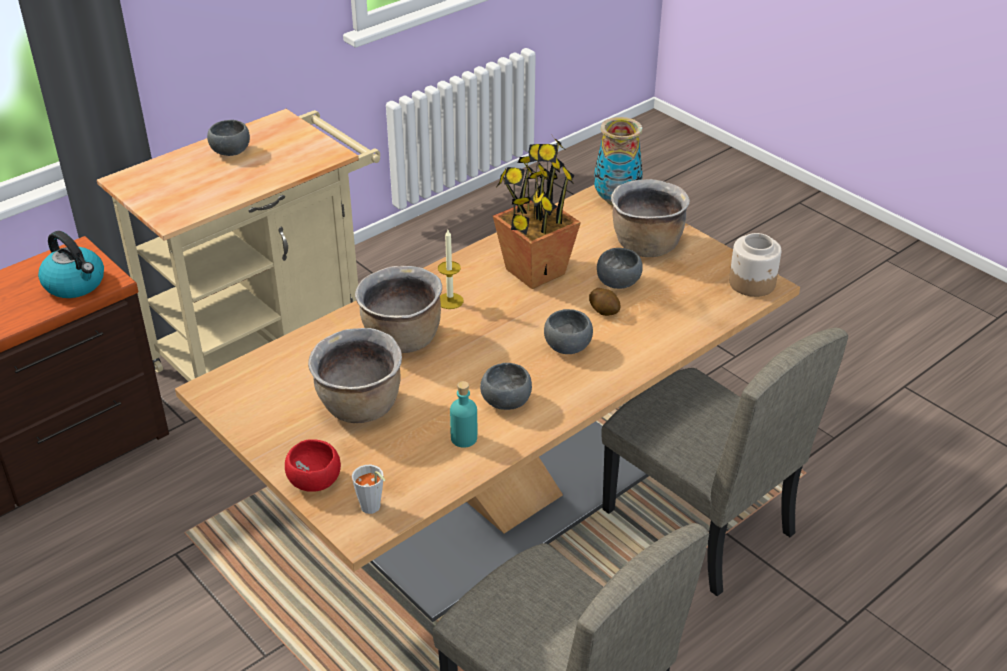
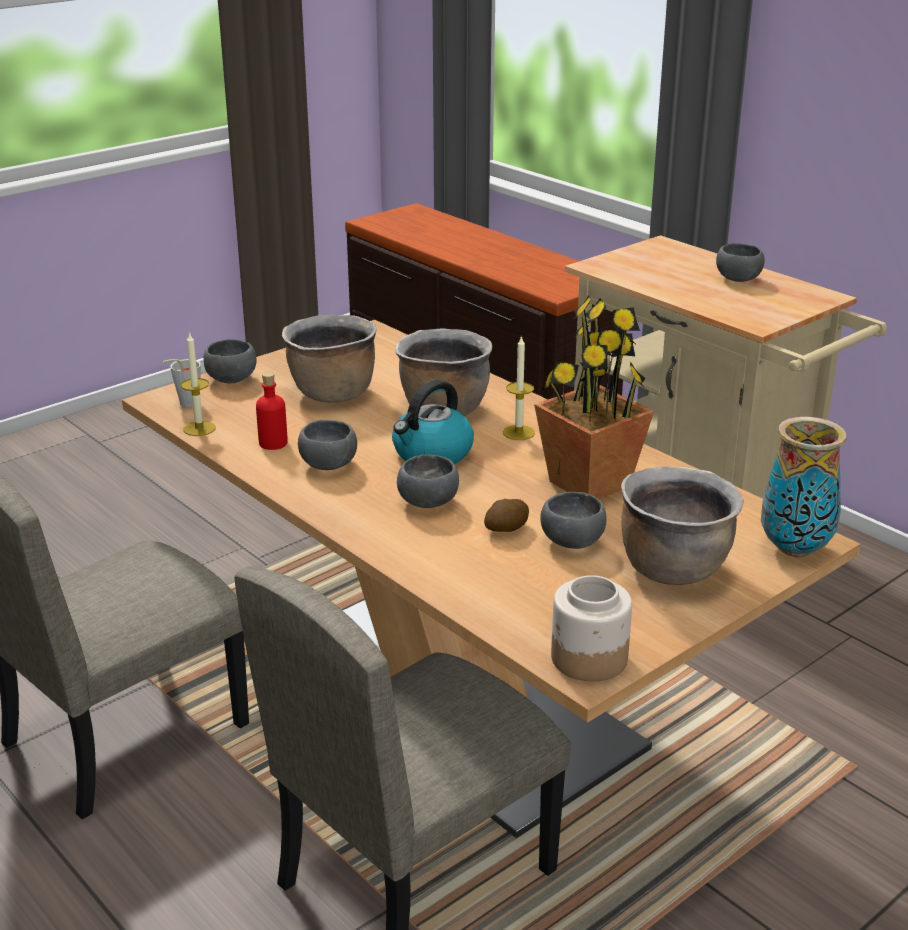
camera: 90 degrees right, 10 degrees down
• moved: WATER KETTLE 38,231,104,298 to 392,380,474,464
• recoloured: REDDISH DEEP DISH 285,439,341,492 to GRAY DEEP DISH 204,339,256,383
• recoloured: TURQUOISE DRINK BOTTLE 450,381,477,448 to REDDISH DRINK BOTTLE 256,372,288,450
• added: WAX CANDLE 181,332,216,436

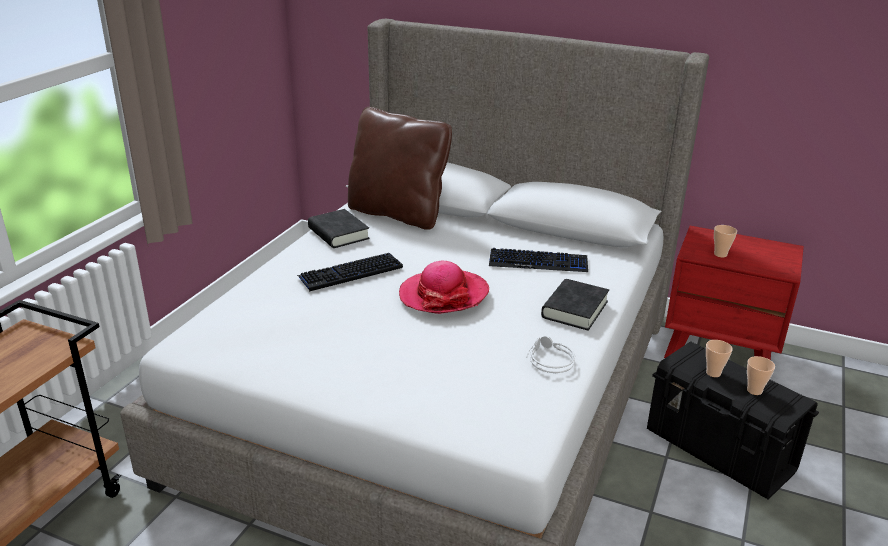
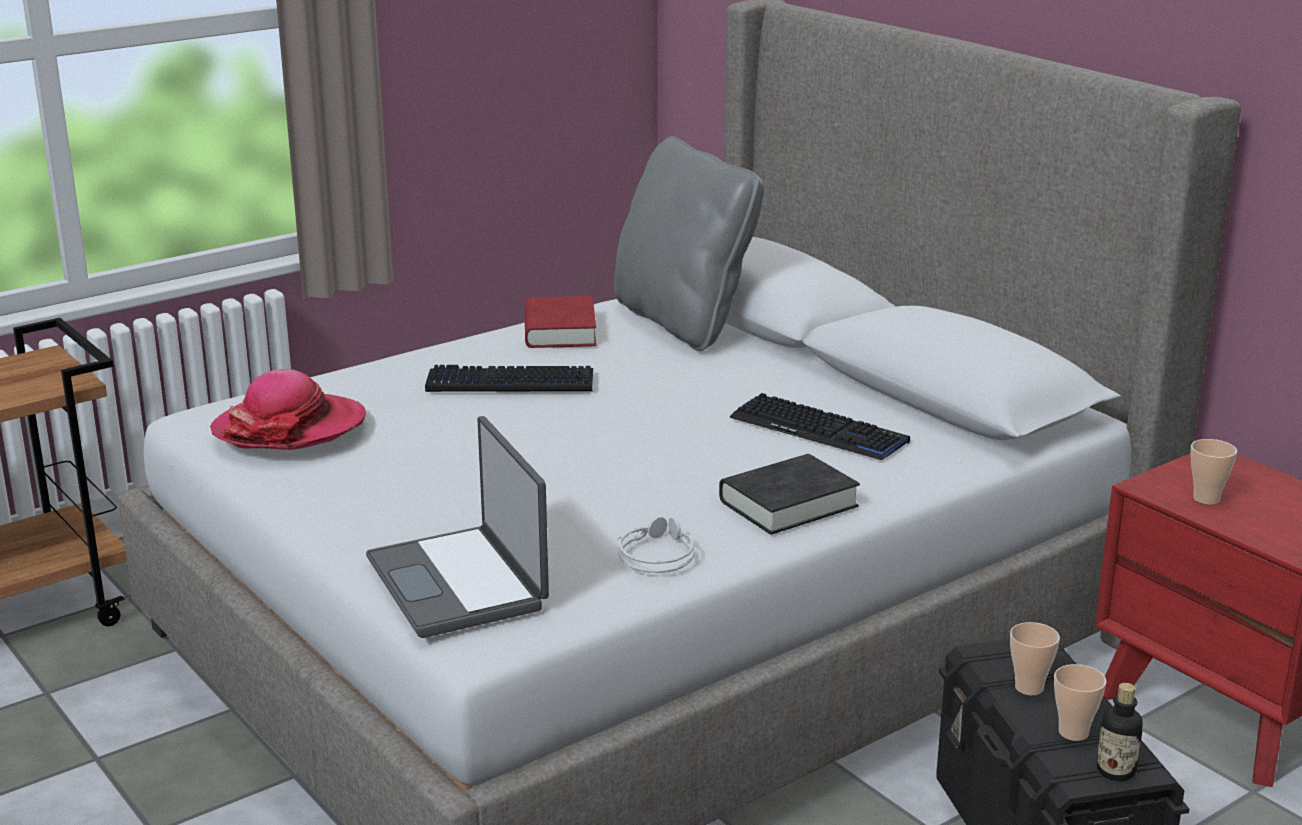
camera: 30 degrees right, 5 degrees down
• recoloured: BLACKISH VOLUME 308,209,370,248 to REDDISH VOLUME 525,296,596,348
• recoloured: BROWN PILLOW 348,107,452,230 to GRAY PILLOW 614,136,764,351
• moved: WEARABLE HAT 399,261,489,314 to 210,369,366,450
• added: LAPTOP 366,416,549,638
• added: DRINK BOTTLE 1097,683,1143,781

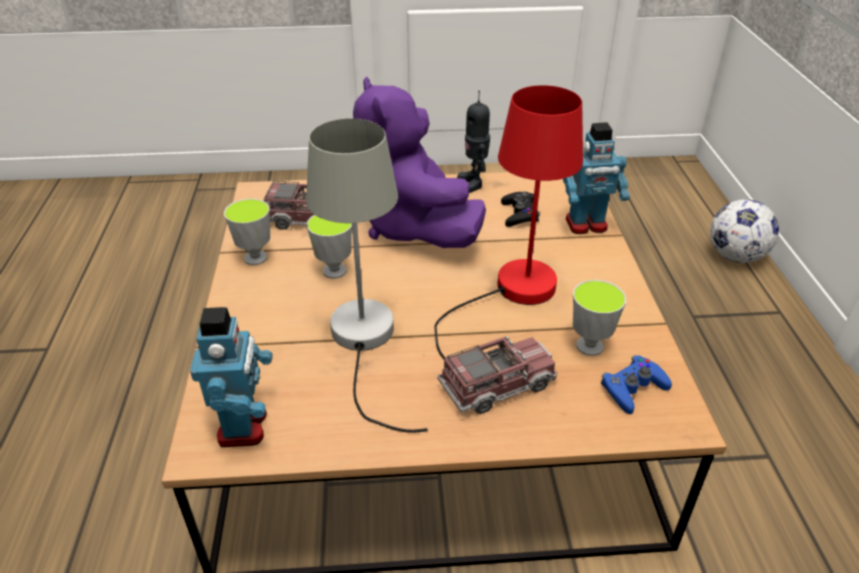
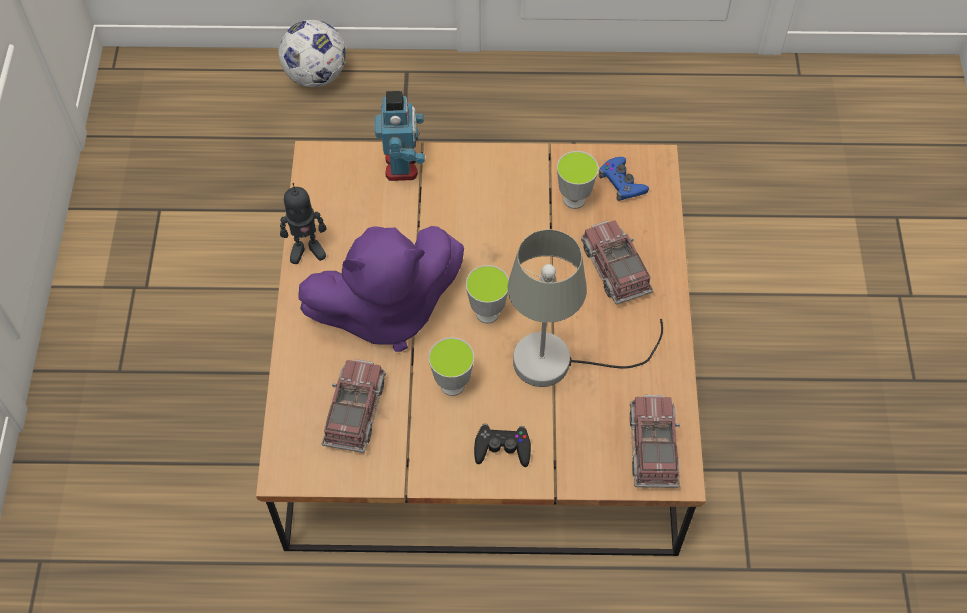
camera: 85 degrees left, 20 degrees up
• replaced: MODEL ROBOT 190,307,273,447 to MODEL TRUCK 630,395,680,488
• moved: CUP 224,198,270,265 to 466,265,509,324
• removed: REDDISH TABLE LAMP 434,85,583,359
• moved: BLACKISH JOYPAD 501,192,540,227 to 474,424,531,467

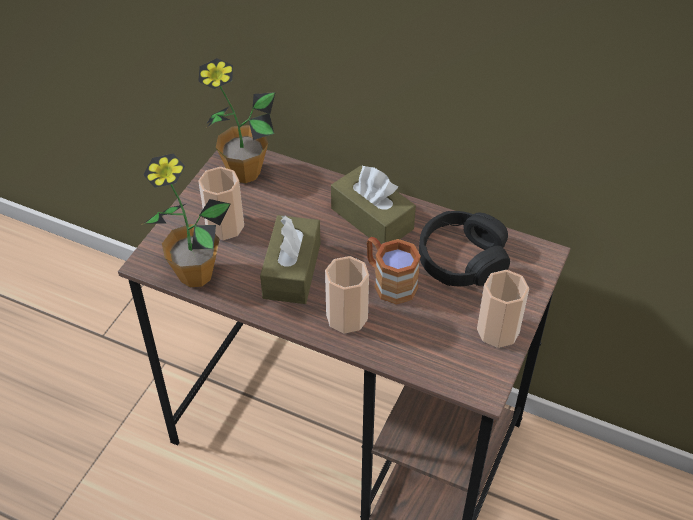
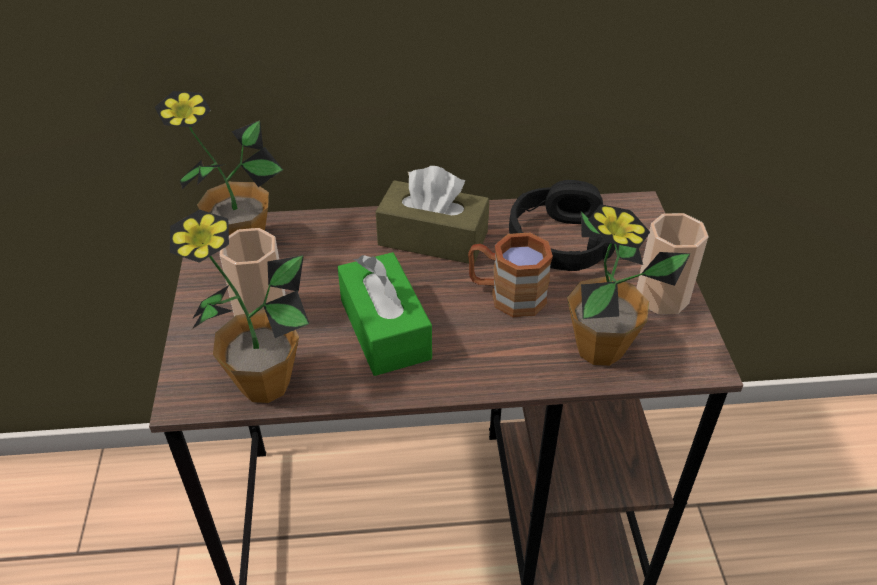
camera: 30 degrees left, 5 degrees down
• recoloured: BROWN TISSUE HOLDER 260,215,321,304 to GREEN TISSUE HOLDER 337,252,432,376
• removed: CUP 325,256,369,333
• added: HOUSEPLANT 567,204,690,366

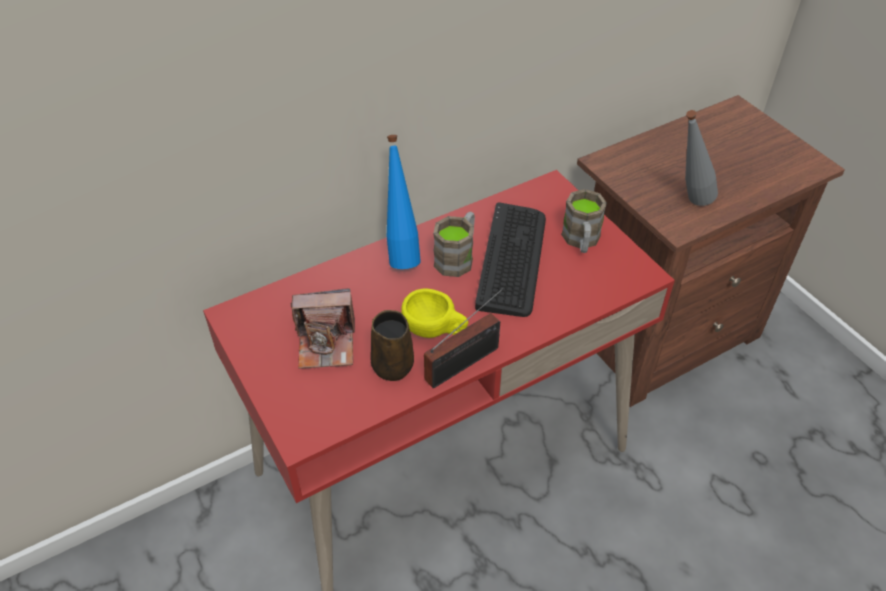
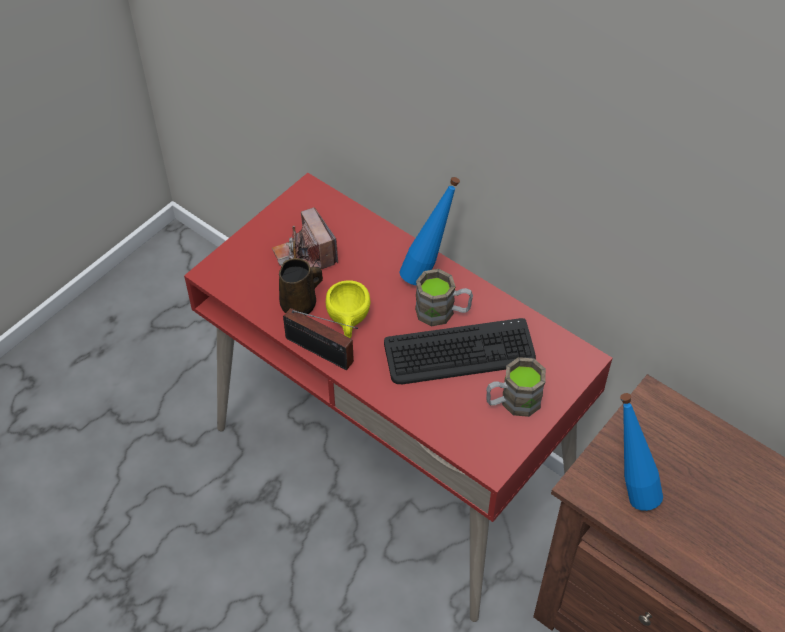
camera: 70 degrees right, 5 degrees up
• recoloured: GRAY DRINK BOTTLE 685,110,718,206 to BLUISH DRINK BOTTLE 620,393,663,511

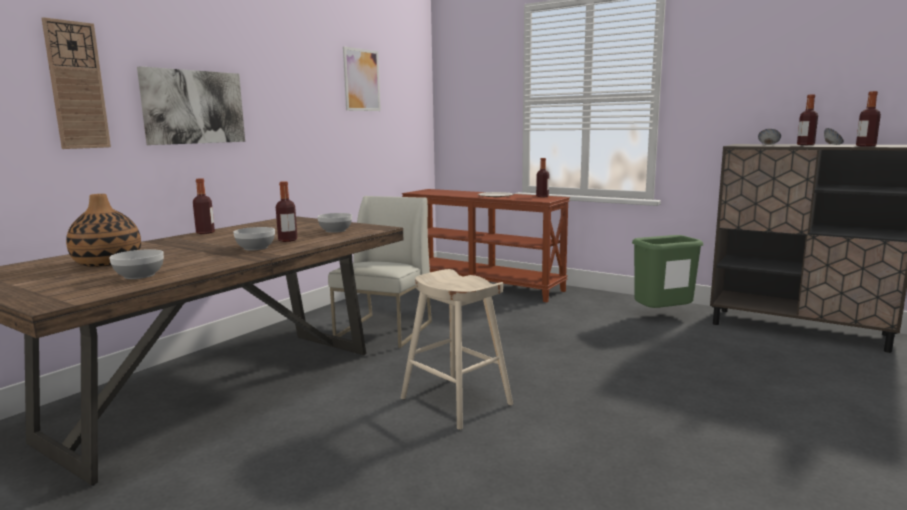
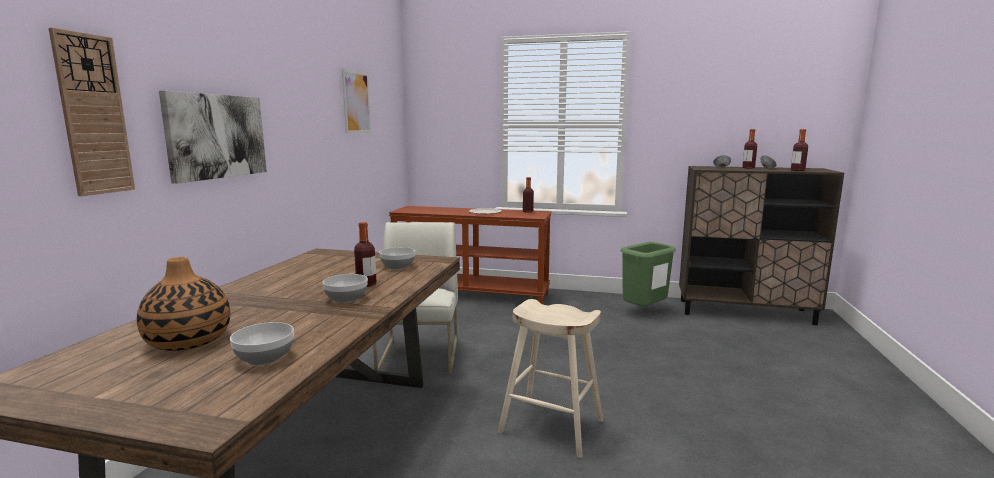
camera: 20 degrees left, 0 degrees up
• removed: DRINK BOTTLE 193,178,215,234

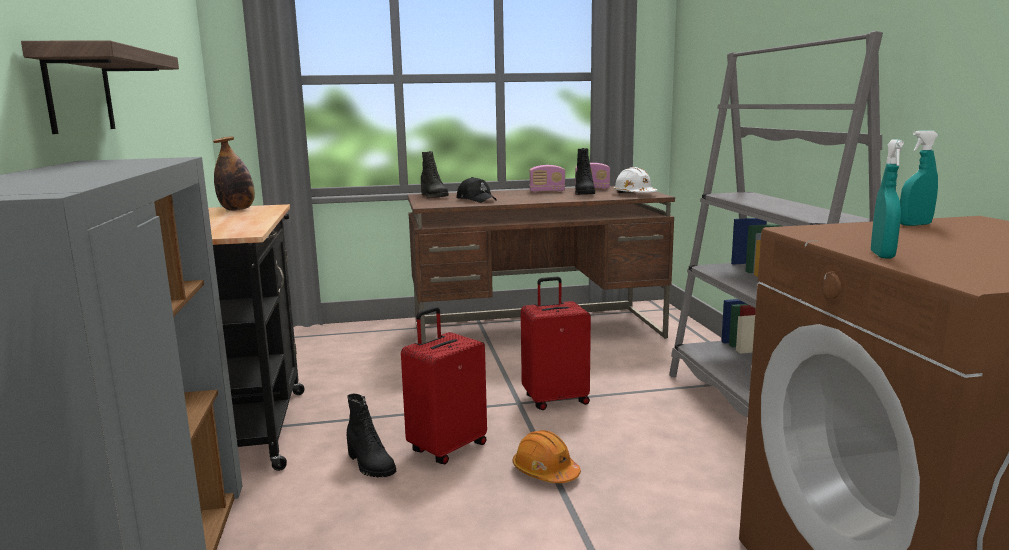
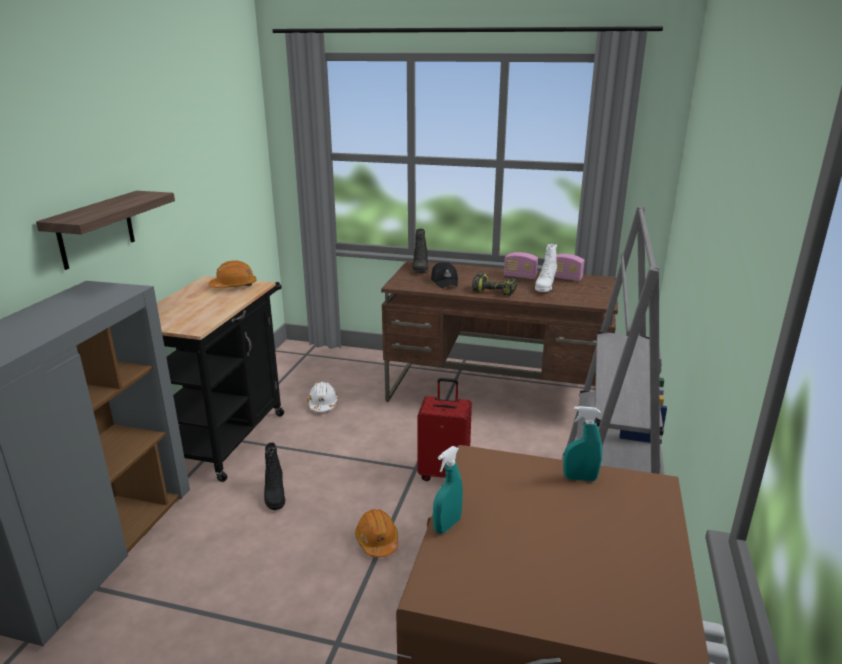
camera: 25 degrees right, 10 degrees up
• replaced: DRINK BOTTLE 213,136,255,211 to ORANGE-COLOURED WORK HELMET 208,260,257,288
• removed: REDDISH TRAVEL CASE 401,307,487,464
• recoloured: BLACKISH BOOT 575,148,595,195 to WHITISH BOOT 535,244,557,292
• moved: WHITISH WORK HELMET 613,167,657,193 to 307,381,338,412
• added: POWER DRILL 472,273,517,296

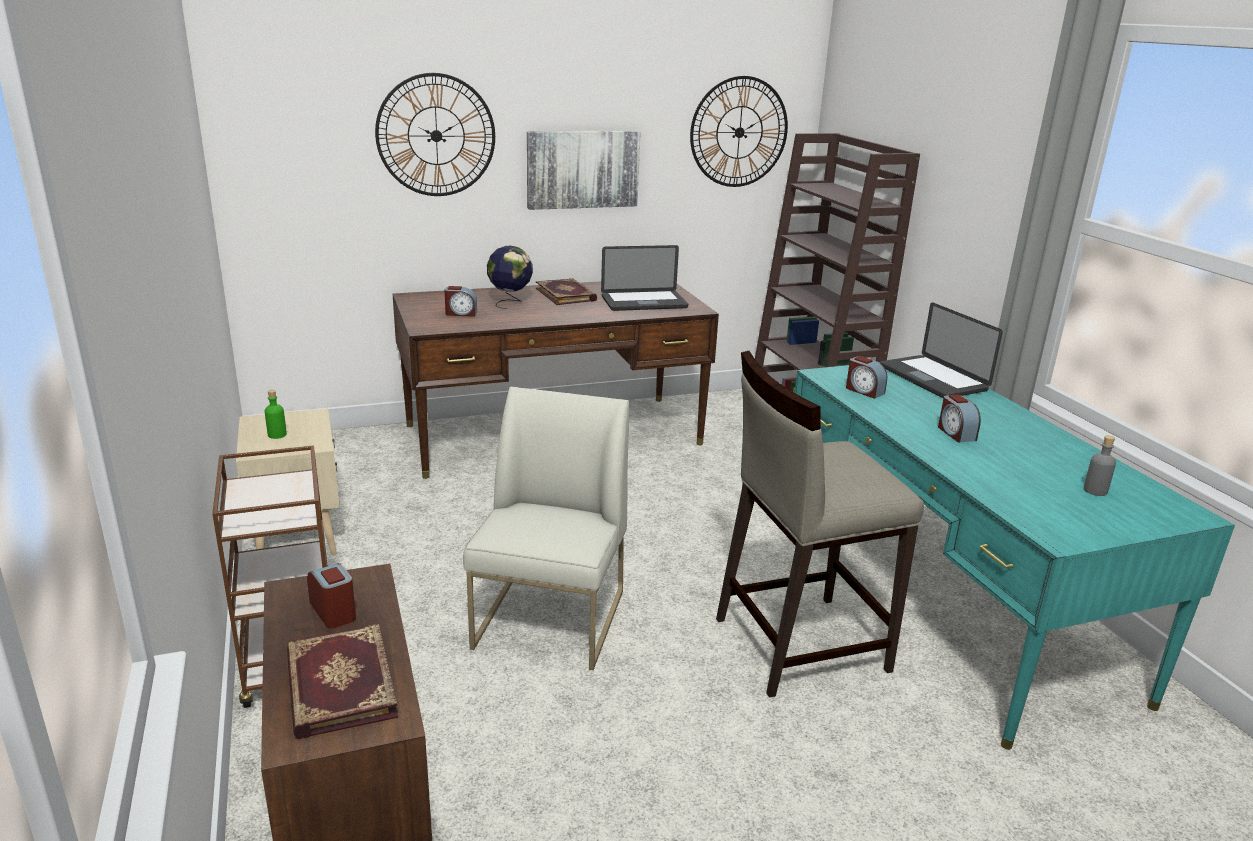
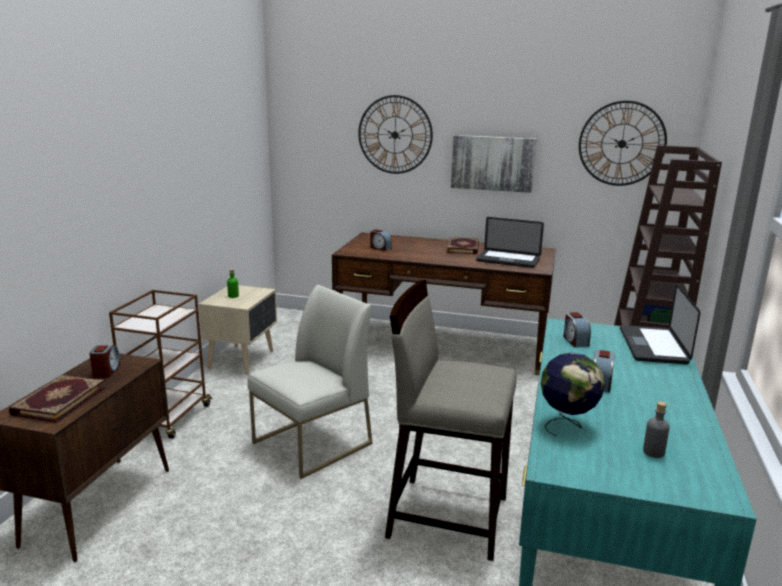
camera: 35 degrees right, 5 degrees down
• moved: DESK GLOBE 487,246,533,309 to 541,352,605,436

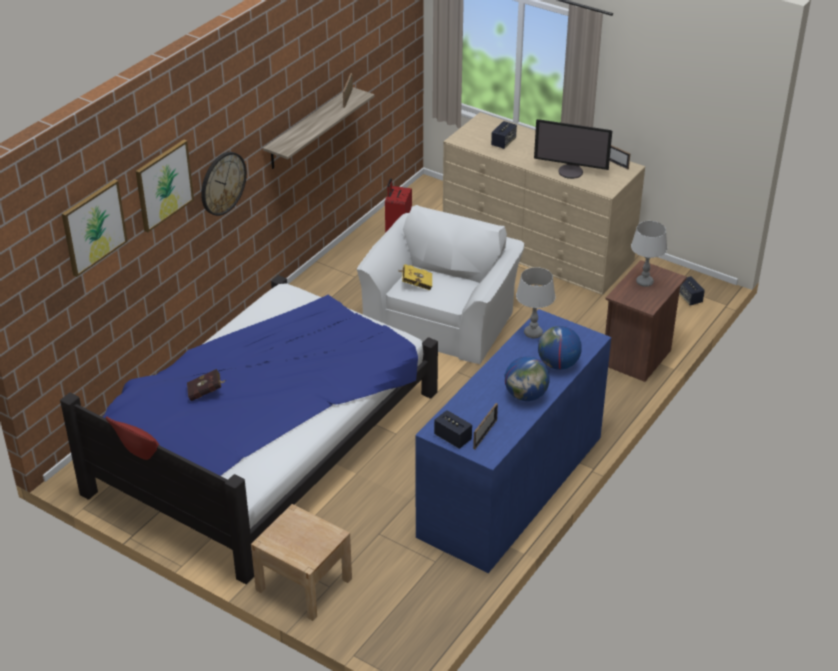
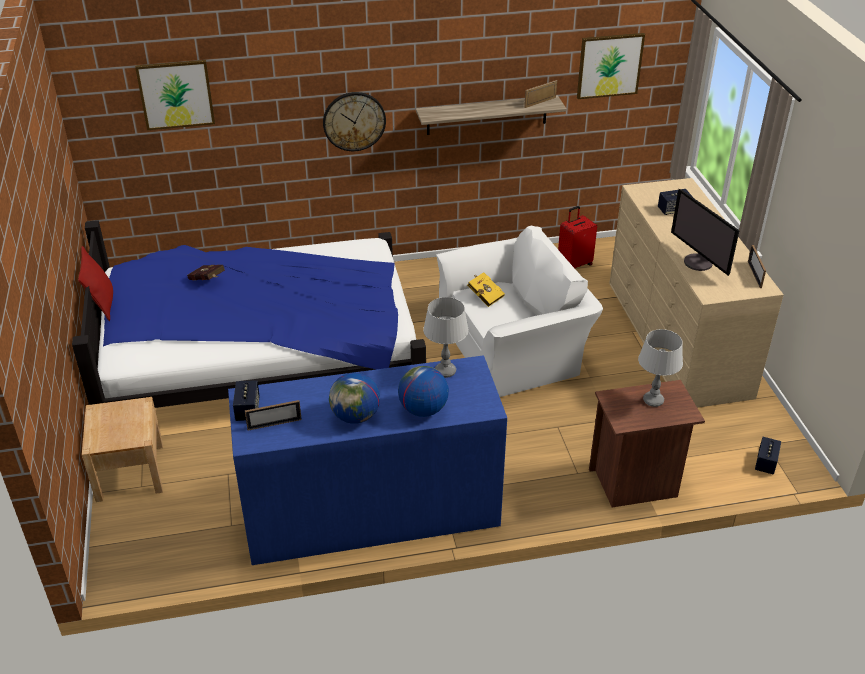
camera: 45 degrees right, 0 degrees up
• moved: PICTURE 136,140,194,232 to 577,33,645,99

